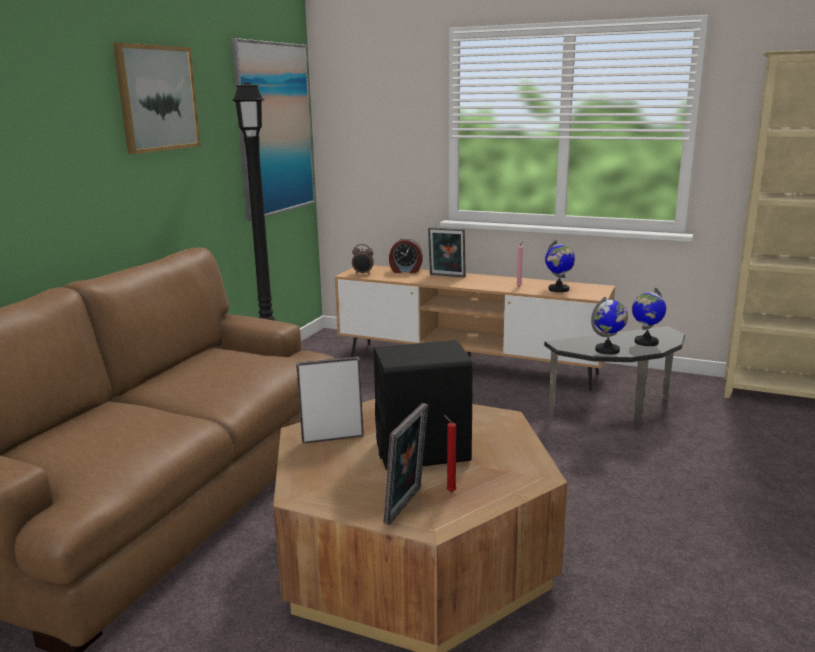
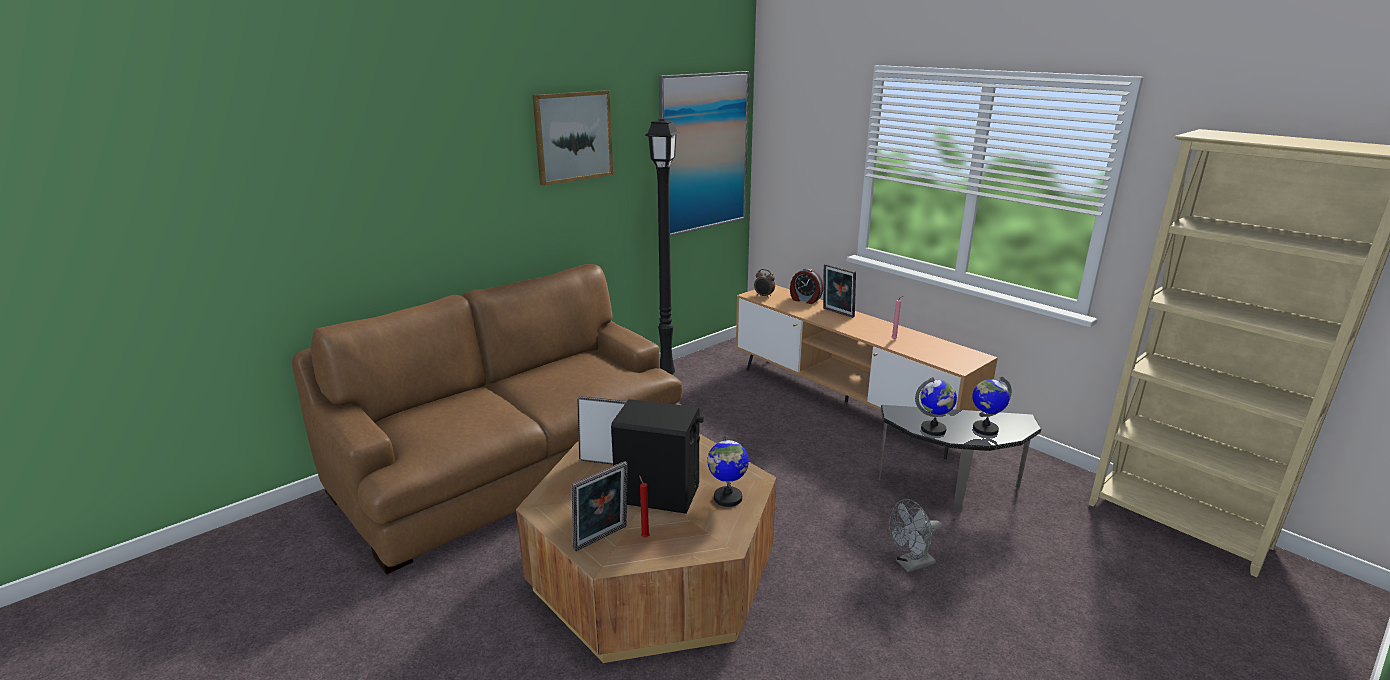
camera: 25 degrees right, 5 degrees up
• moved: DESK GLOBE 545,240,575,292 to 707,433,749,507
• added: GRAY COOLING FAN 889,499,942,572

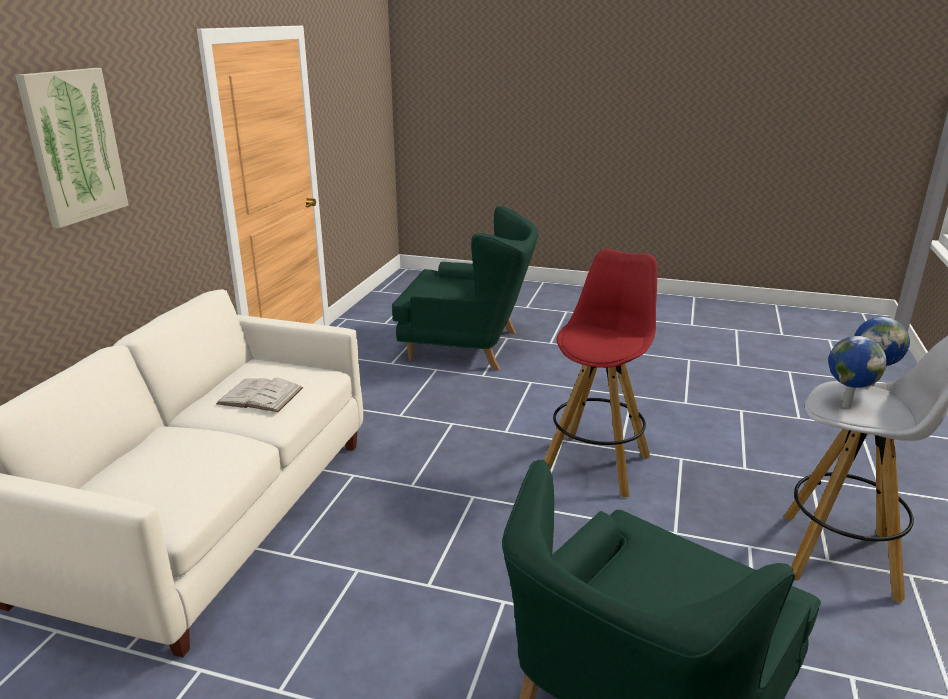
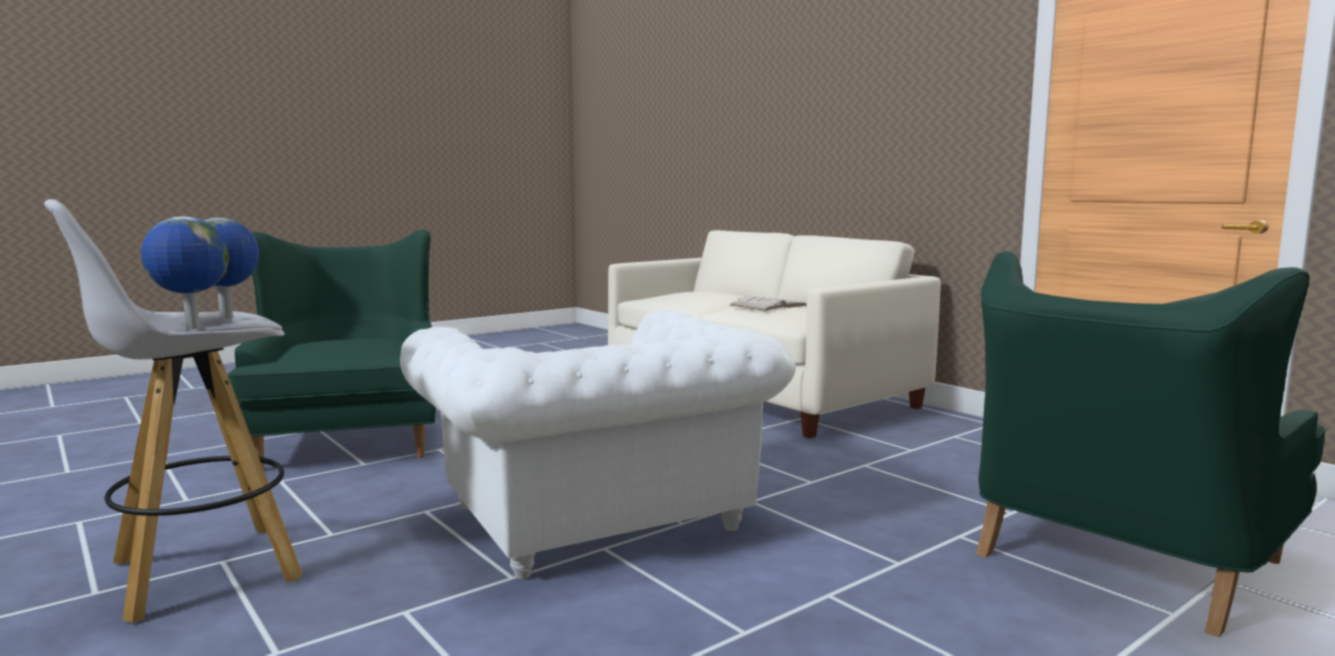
camera: 125 degrees right, 15 degrees down
• removed: PICTURE 15,68,129,228
• replaced: REDDISH SITTING STOOL 544,249,657,497 to WHITISH LOUNGE CHAIR 400,309,796,579

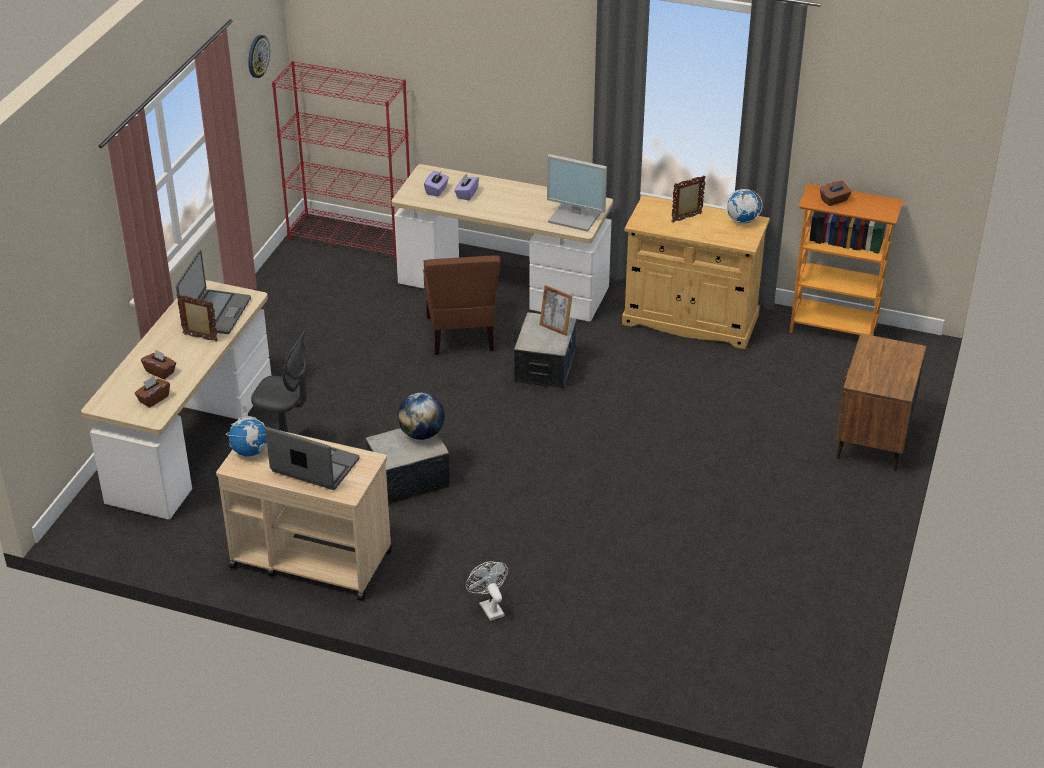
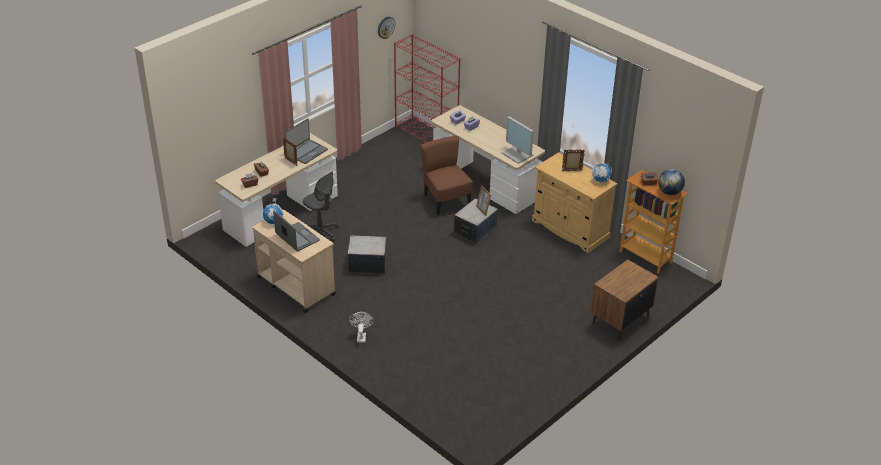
camera: 25 degrees right, 0 degrees up
• moved: DESK GLOBE 398,393,445,440 to 658,169,685,195
• turned: BROWN CHAIR 423,256,501,355 = 420,136,473,215 135 degrees clockwise

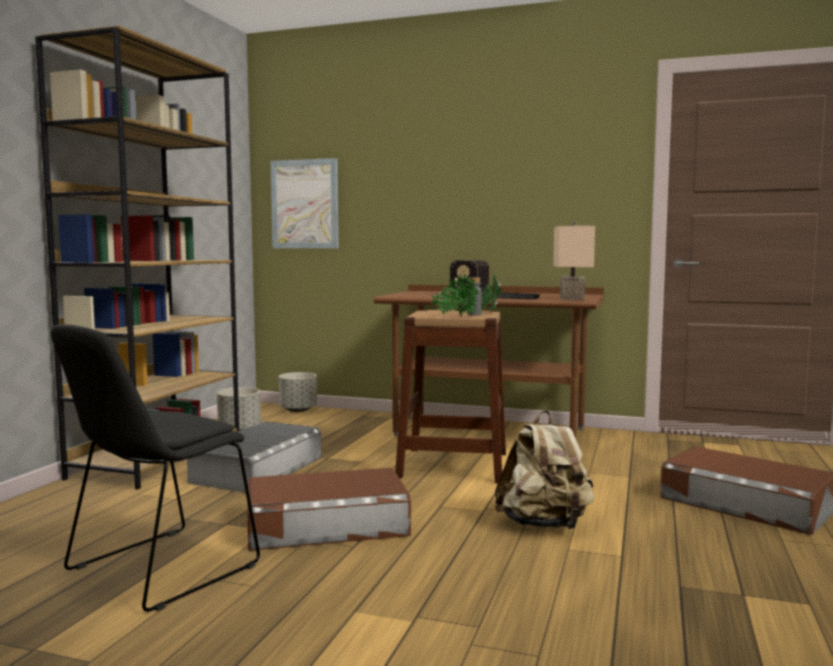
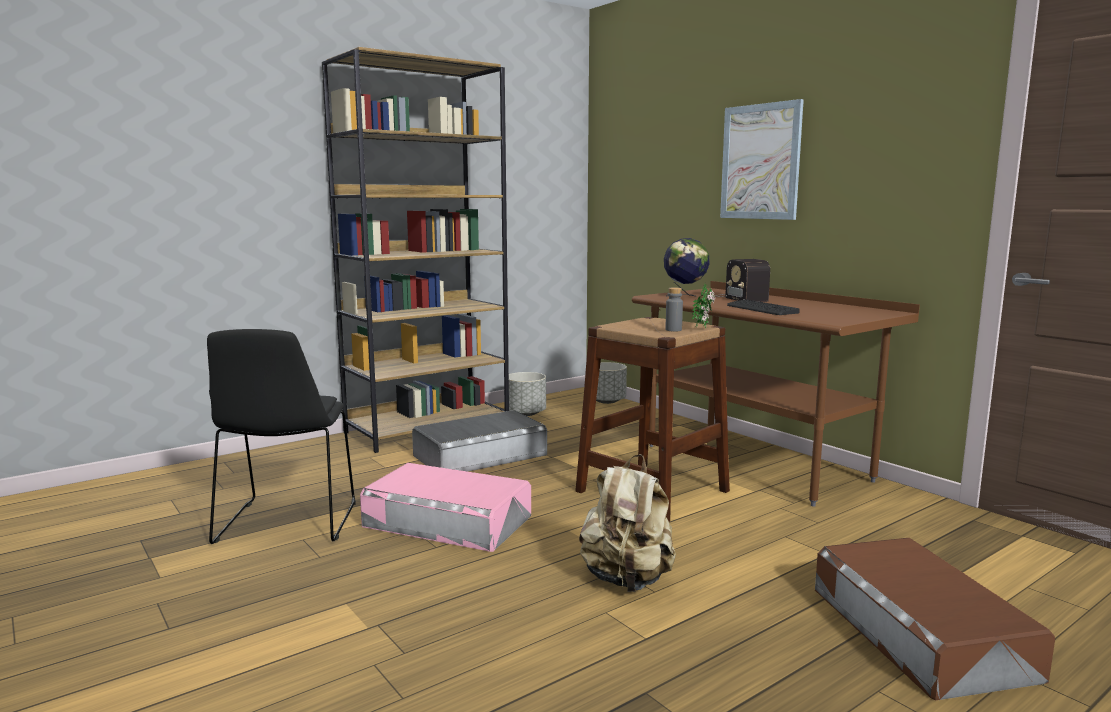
camera: 35 degrees right, 5 degrees up
• turned: BLACKISH CHAIR 50,324,260,612 = 207,329,356,544 75 degrees counterclockwise
• recoloured: BROWN STORAGE CONTAINER 247,468,411,551 to PINKISH STORAGE CONTAINER 360,463,531,552
• moved: PICTURE 271,158,338,248 to 720,99,804,220
• removed: HOUSEPLANT 432,274,479,316
• removed: BEIGE TABLE LAMP 553,221,595,300
• added: DESK GLOBE 664,238,709,297

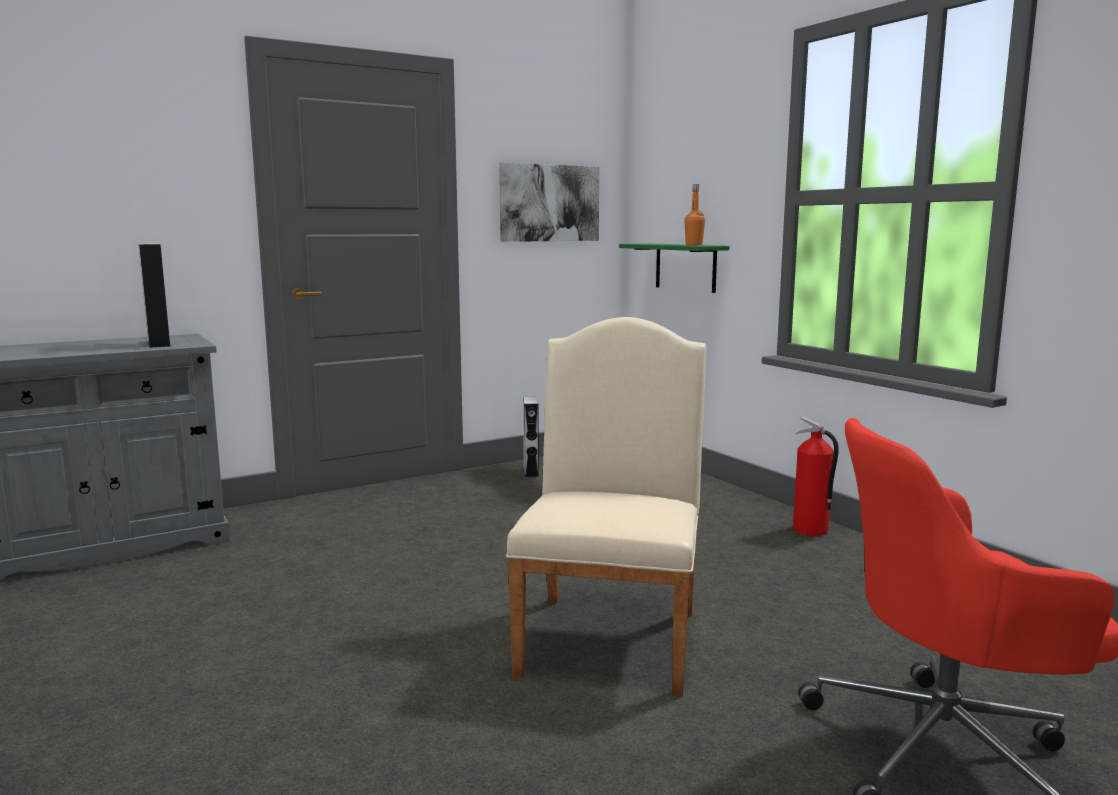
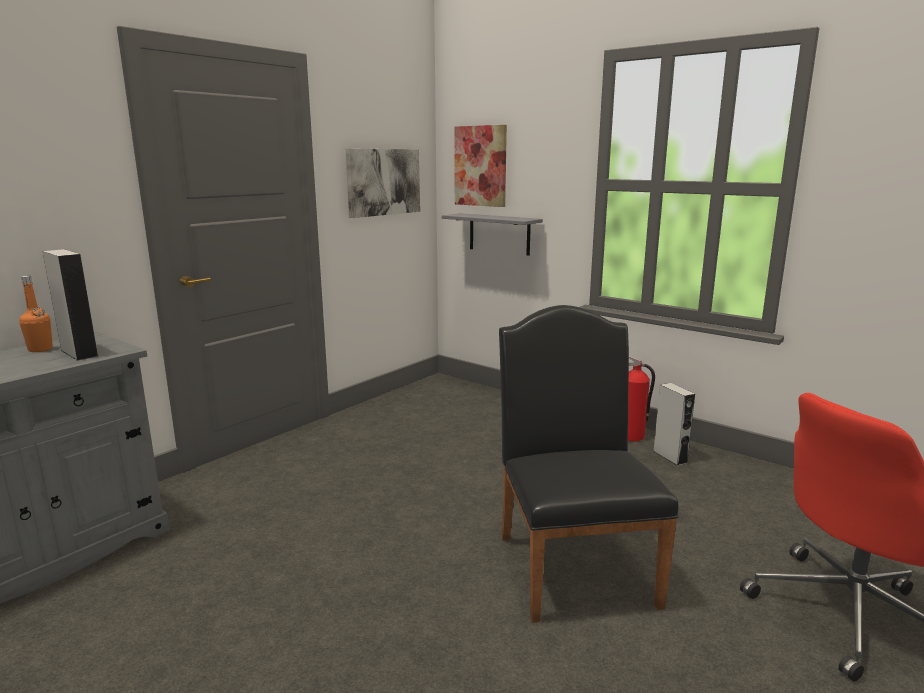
camera: 20 degrees left, 5 degrees up
• recoloured: BEIGE CHAIR 506,317,706,697 to BLACKISH CHAIR 499,305,679,623
• moved: GRAY SPEAKER 523,397,539,477 to 653,383,695,466
• recoloured: GREEN WALL SHELF 619,243,729,293 to GRAY WALL SHELF 442,213,543,256
• moved: ORANGE-COLOURED DRINK BOTTLE 684,184,705,245 to 19,276,53,352
• added: PICTURE 454,125,507,207

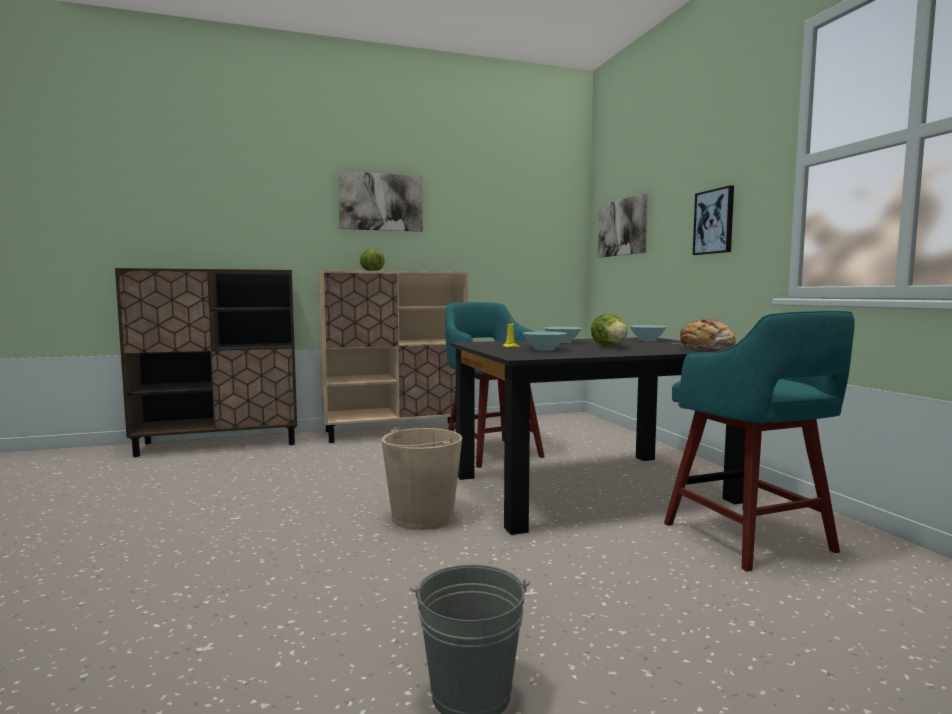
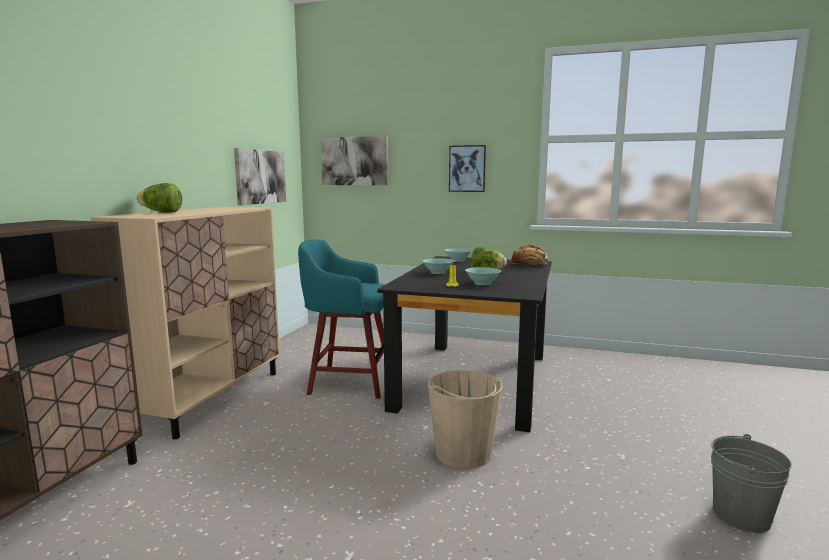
camera: 55 degrees left, 5 degrees up
• moved: PICTURE 338,171,423,232 to 234,148,286,205
• removed: TURQUOISE SITTING STOOL 664,311,855,572

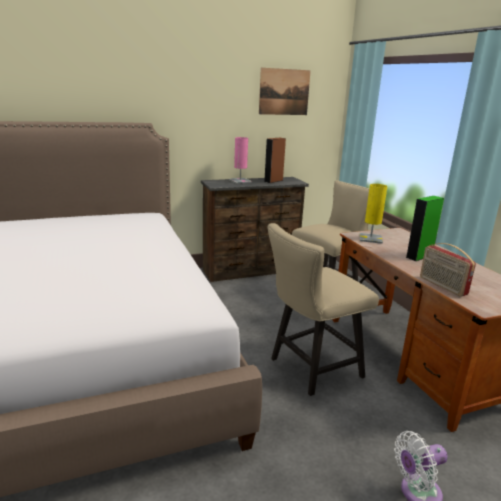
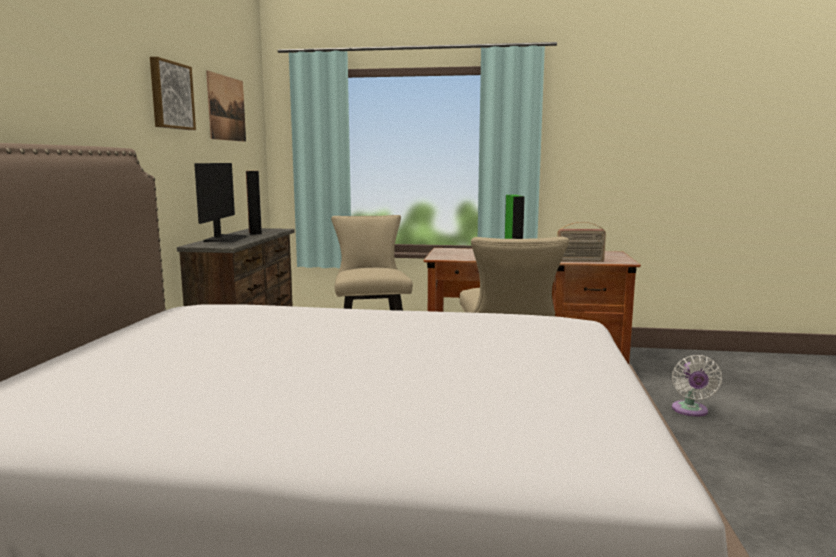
camera: 60 degrees left, 10 degrees down
• replaced: PINKISH TABLE LAMP 229,137,252,184 to COMPUTER DISPLAY 194,163,248,242
• removed: YELLOW-COLOURED TABLE LAMP 360,184,387,244
• added: PICTURE 150,57,196,130

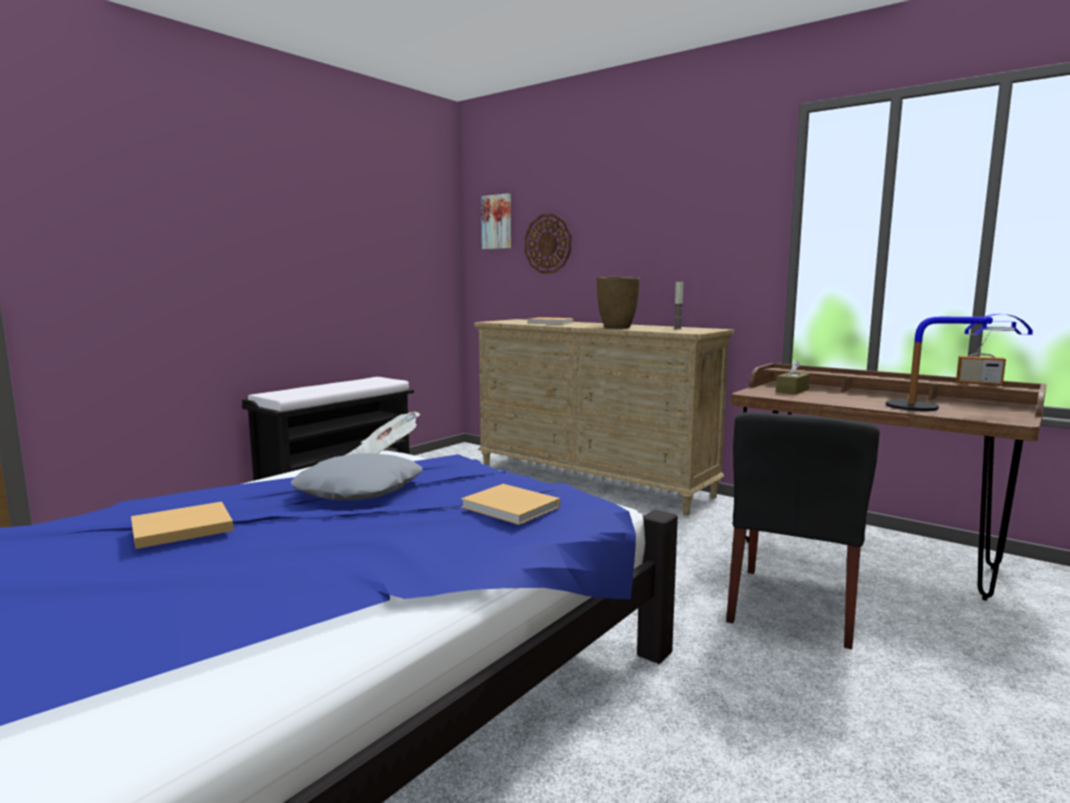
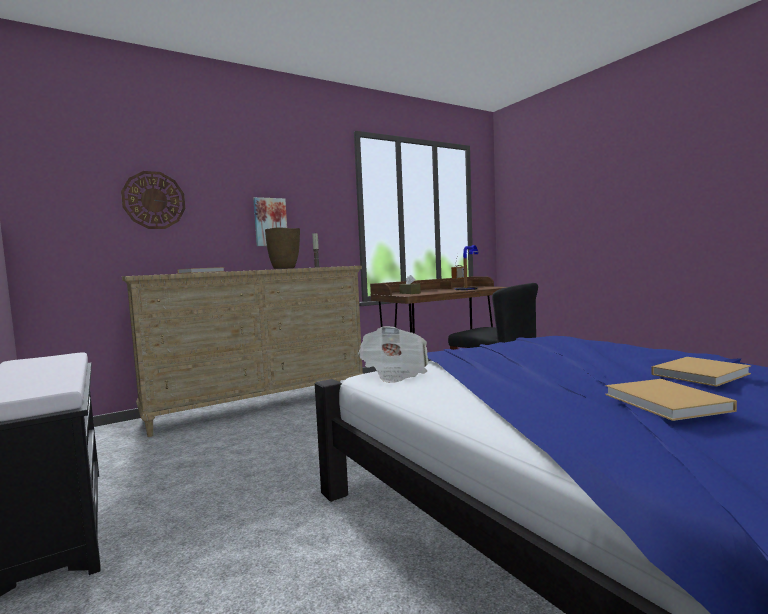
camera: 70 degrees left, 5 degrees down
• removed: GRAY PILLOW 291,453,423,500
• moved: BEIGE VOLUME 461,484,560,525 to 652,357,751,387
• moved: PICTURE 481,194,511,249 to 253,197,287,246

